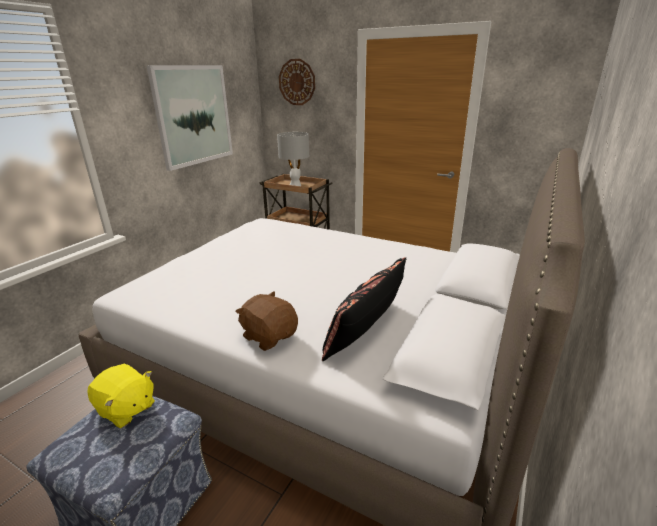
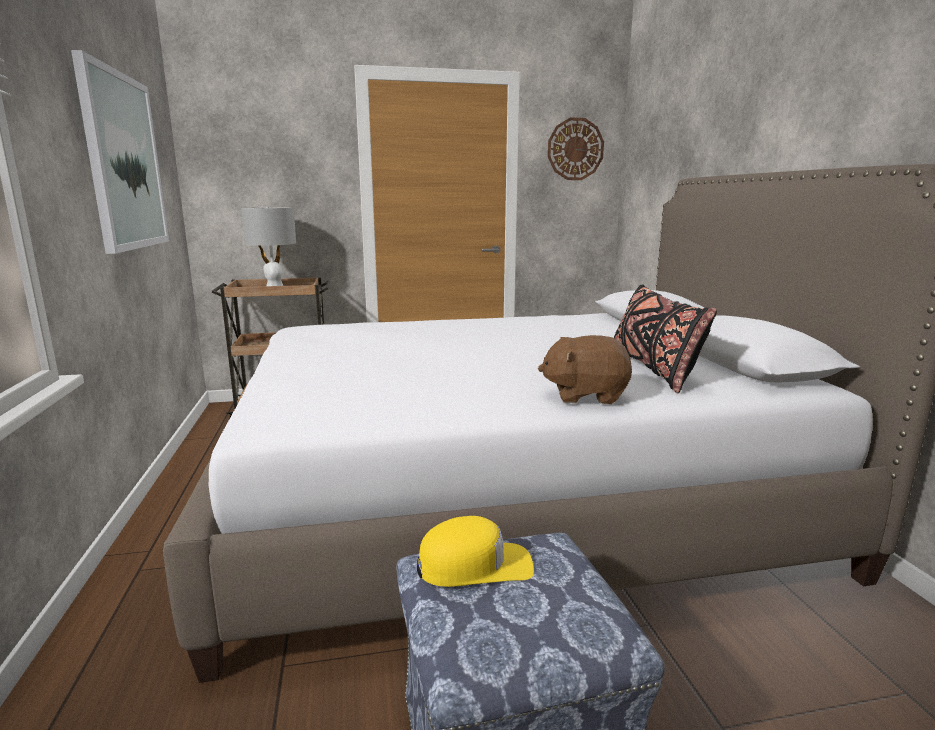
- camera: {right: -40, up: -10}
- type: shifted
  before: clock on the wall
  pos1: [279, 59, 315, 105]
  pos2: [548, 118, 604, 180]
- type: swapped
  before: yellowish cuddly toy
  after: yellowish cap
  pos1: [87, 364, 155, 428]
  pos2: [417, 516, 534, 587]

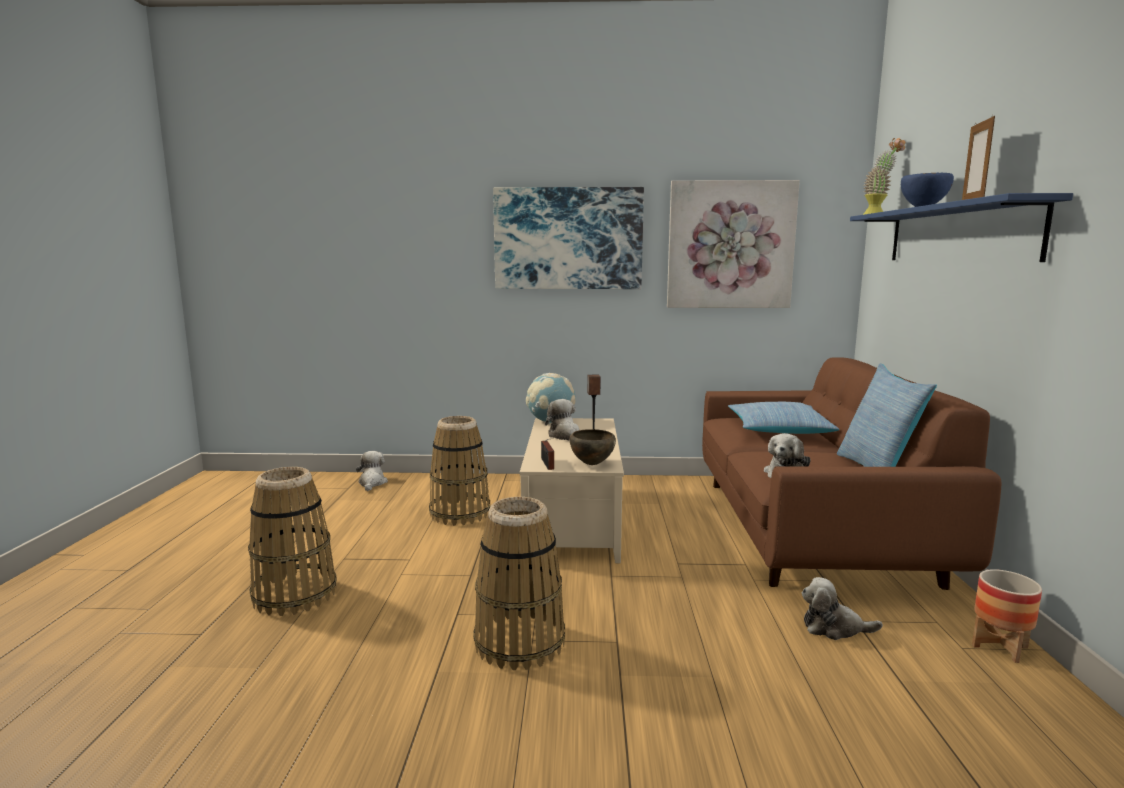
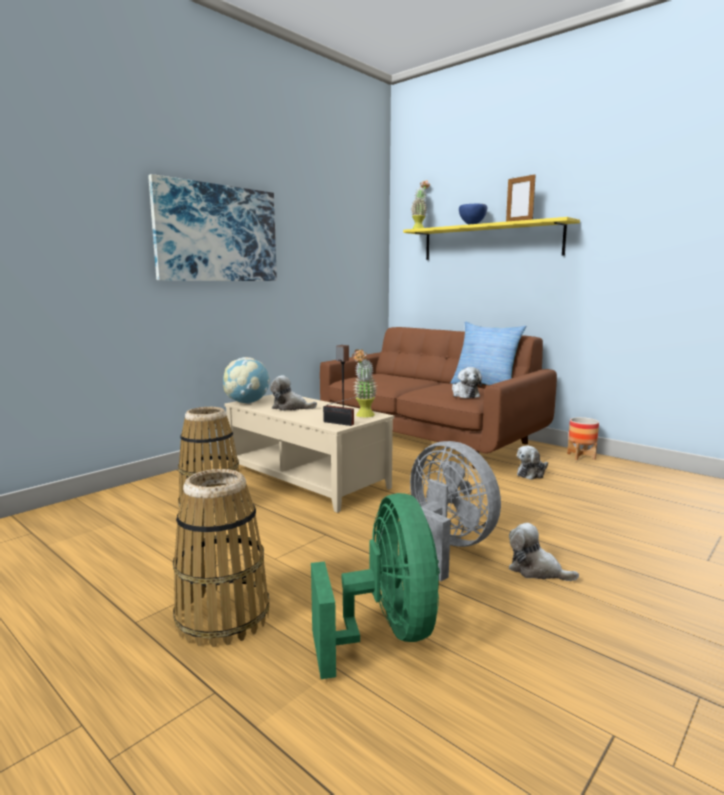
- camera: {right: -50, up: 0}
- type: gone
  before: wall picture
  pos1: [667, 180, 800, 308]
- type: gone
  before: throw pillow
  pos1: [728, 402, 839, 434]
- type: new
  after: green fan
  pos2: [311, 493, 440, 679]
- type: shifted
  before: cuddly toy
  pos1: [356, 451, 388, 491]
  pos2: [509, 523, 579, 581]
- type: swapped
  before: basket
  after: gray fan
  pos1: [473, 497, 565, 670]
  pos2: [410, 441, 501, 581]
- type: swapped
  before: brownish serving bowl
  after: plant in a pot
  pos1: [570, 429, 616, 465]
  pos2: [352, 349, 377, 417]
- type: repainted
  before: bluish wall shelf
  after: yellowish wall shelf
  pos1: [850, 193, 1073, 262]
  pos2: [403, 217, 580, 260]

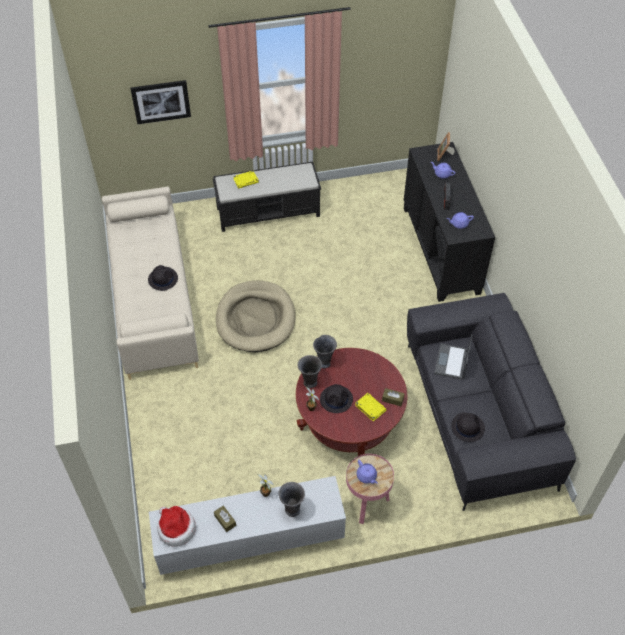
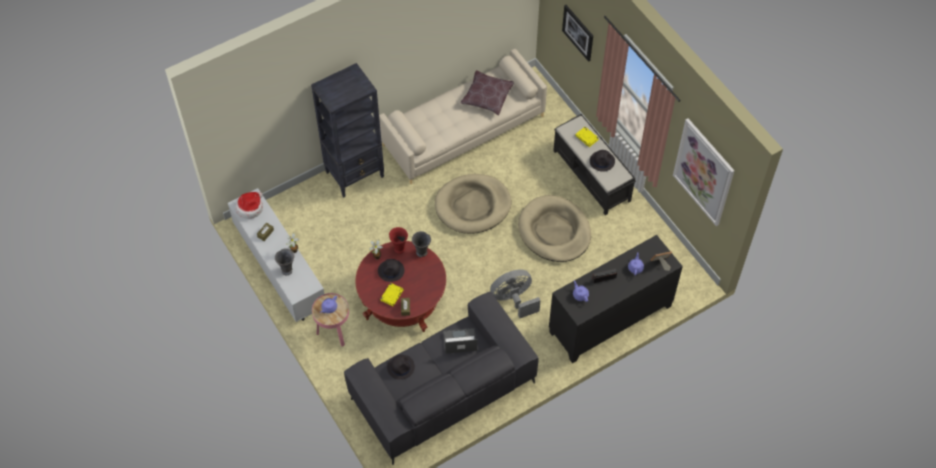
- camera: {right: 70, up: 5}
- type: new
  after: blackish shelving unit
  pos2: [311, 63, 384, 198]
- type: new
  after: brownish throw pillow
  pos2: [461, 70, 514, 115]
- type: new
  after: gray fan
  pos2: [490, 269, 541, 318]
- type: new
  after: beige-coloured dog bed
  pos2: [518, 195, 591, 262]
- type: new
  after: wall picture
  pos2: [673, 118, 734, 226]
- type: shifted
  before: blackish wearable hat
  pos1: [148, 265, 178, 291]
  pos2: [590, 150, 615, 172]
- type: repainted
  before: gray vase
  after: red vase
  pos1: [298, 355, 322, 388]
  pos2: [389, 227, 408, 254]

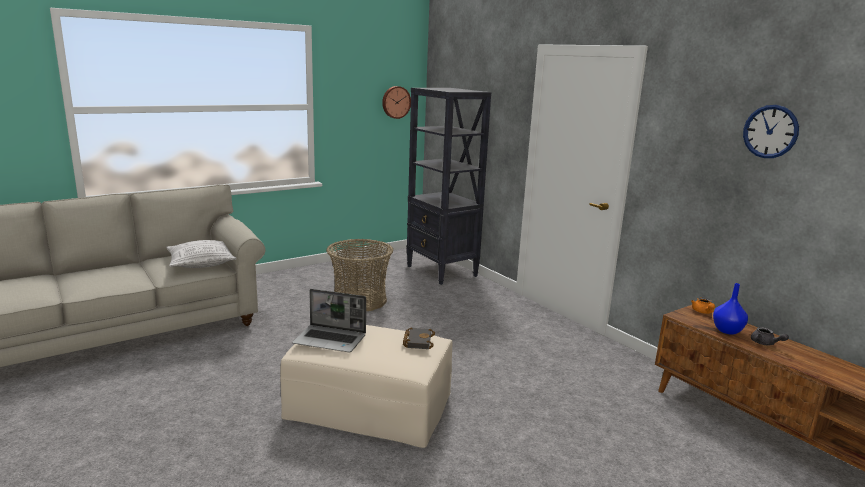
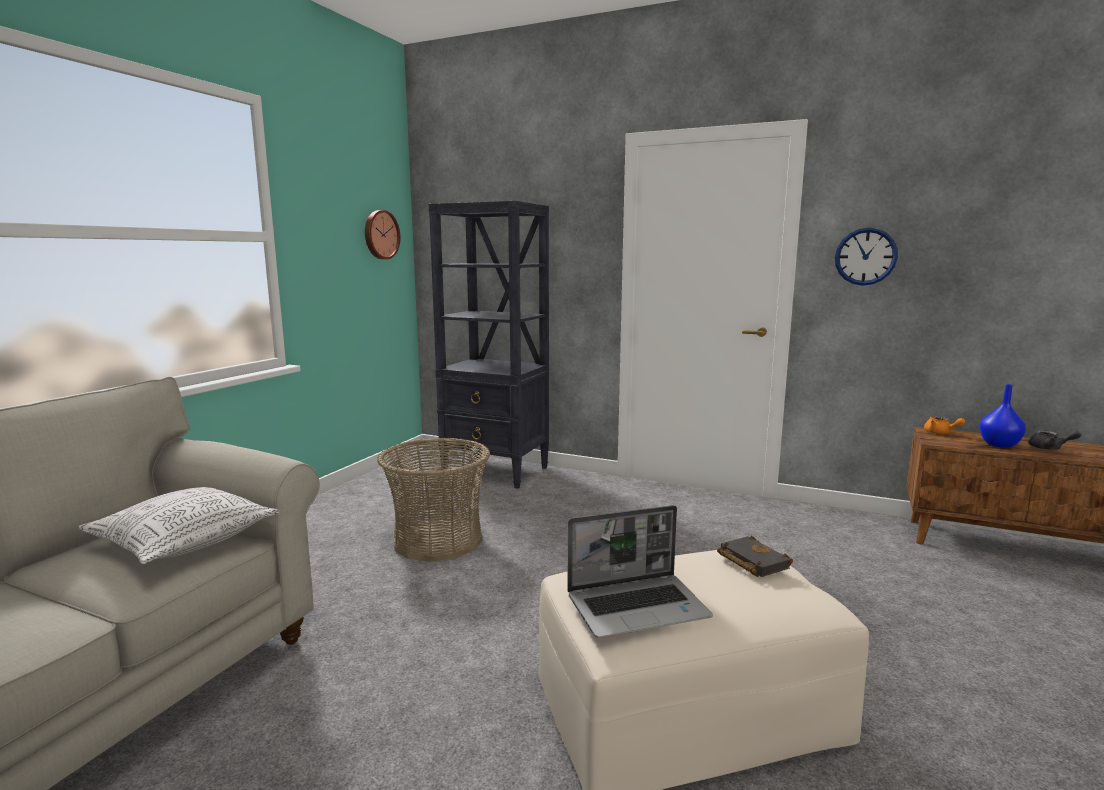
- camera: {right: -30, up: -5}
- type: shifted
  before: clock on the wall
  pos1: [743, 105, 799, 158]
  pos2: [835, 228, 898, 286]

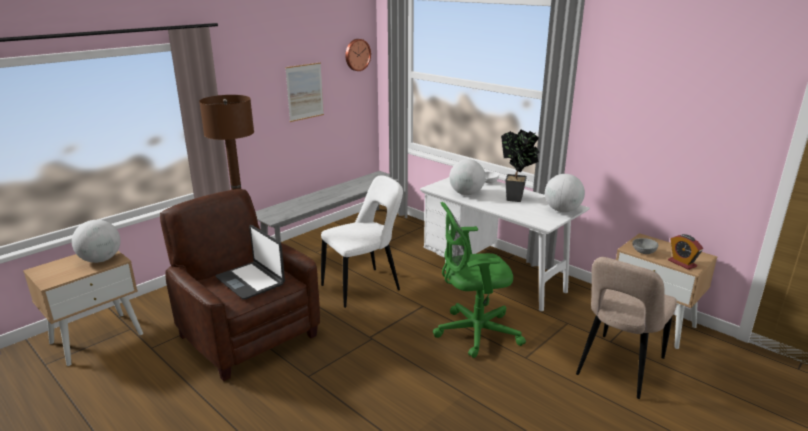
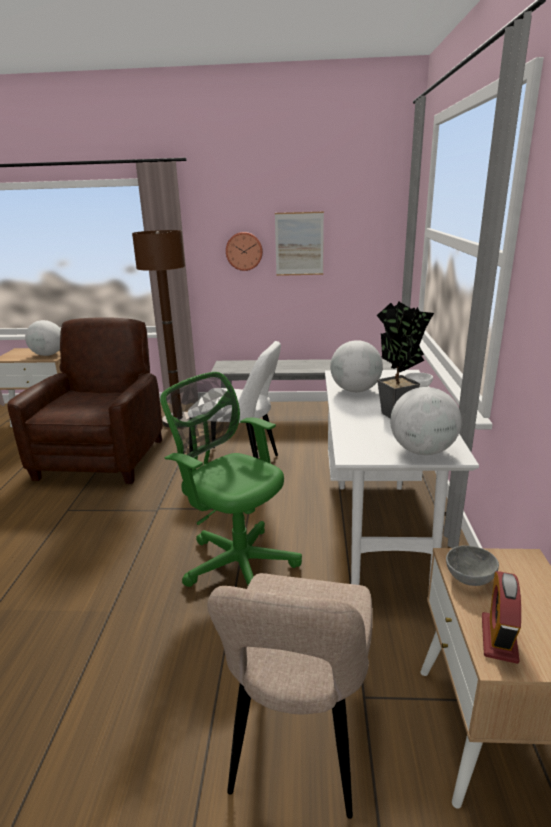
- camera: {right: 50, up: 0}
- type: gone
  before: portable computer
  pos1: [216, 225, 285, 300]
- type: shifted
  before: clock on the wall
  pos1: [345, 39, 371, 71]
  pos2: [226, 232, 263, 271]
- type: rotated
  before: beige-coloured upright chair
  pos1: [576, 257, 677, 399]
  pos2: [207, 573, 373, 819]
  turn: -75

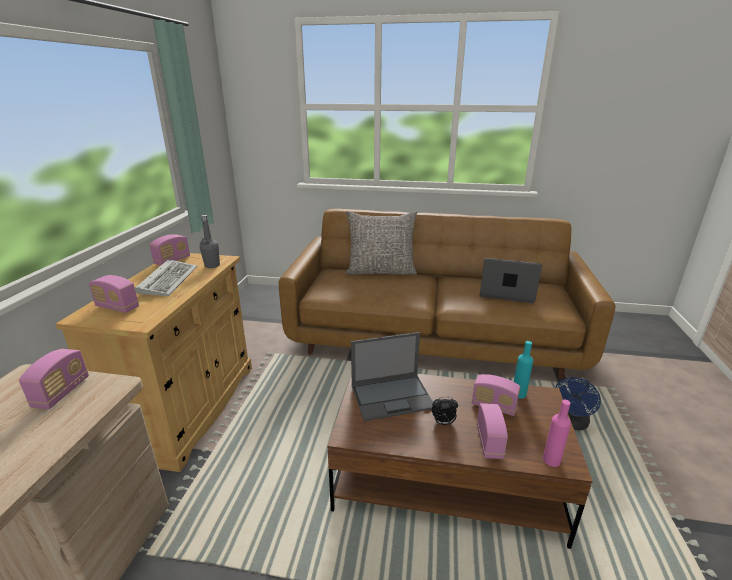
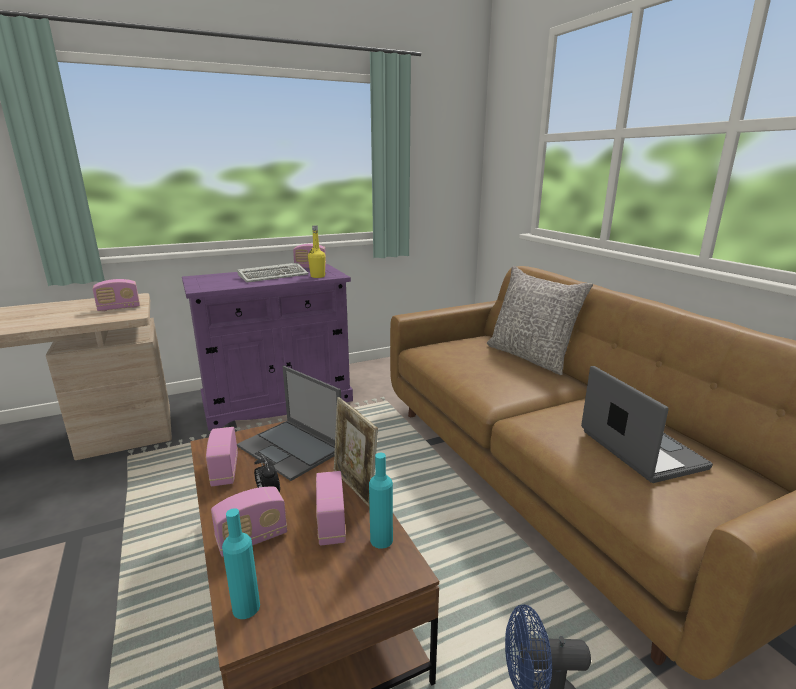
- camera: {right: 55, up: -5}
- type: new
  after: photo frame
  pos2: [333, 397, 378, 507]
- type: shifted
  before: radio set
  pos1: [89, 275, 139, 313]
  pos2: [206, 427, 238, 486]
- type: repainted
  before: beige-coloured cabinet
  after: purple-coloured cabinet
  pos1: [55, 253, 252, 472]
  pos2: [182, 264, 353, 431]
- type: repainted
  before: gray bottle
  after: yellowish bottle
  pos1: [200, 215, 220, 268]
  pos2: [308, 226, 326, 278]
- type: repainted
  before: pinkish bottle
  after: blue-green bottle
  pos1: [543, 400, 571, 467]
  pos2: [222, 508, 260, 619]

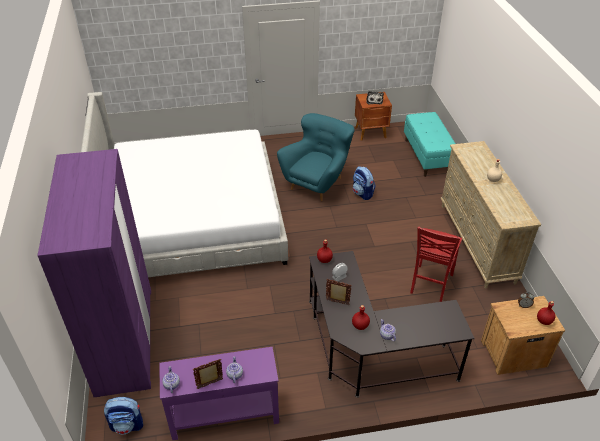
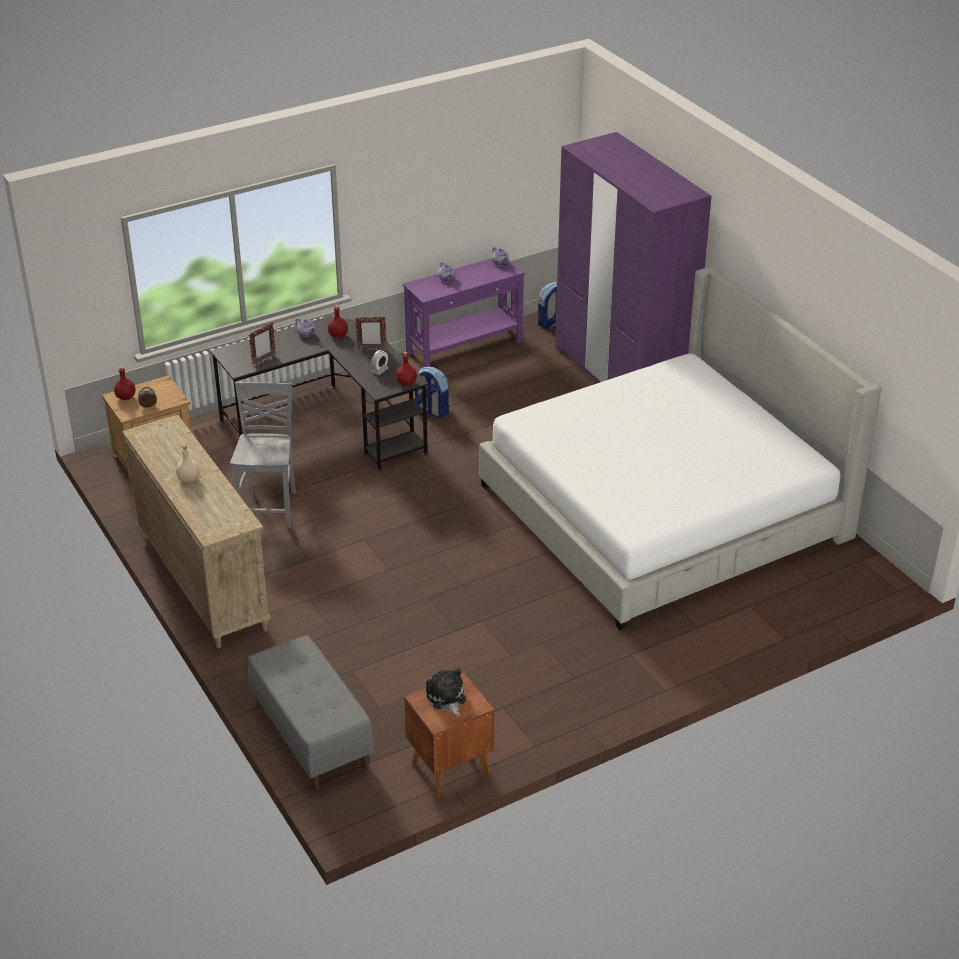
- camera: {right: 160, up: -5}
- type: gone
  before: blue-green armchair
  pos1: [277, 113, 355, 201]
- type: shifted
  before: photo frame
  pos1: [193, 359, 223, 389]
  pos2: [249, 323, 276, 365]
- type: shifted
  before: knapsack
  pos1: [353, 166, 375, 200]
  pos2: [414, 366, 449, 418]
- type: repainted
  before: blue-green indoor bench
  after: gray indoor bench
  pos1: [404, 112, 456, 177]
  pos2: [248, 635, 374, 790]
- type: repainted
  before: red upright chair
  after: gray upright chair
  pos1: [410, 226, 462, 302]
  pos2: [230, 381, 296, 528]

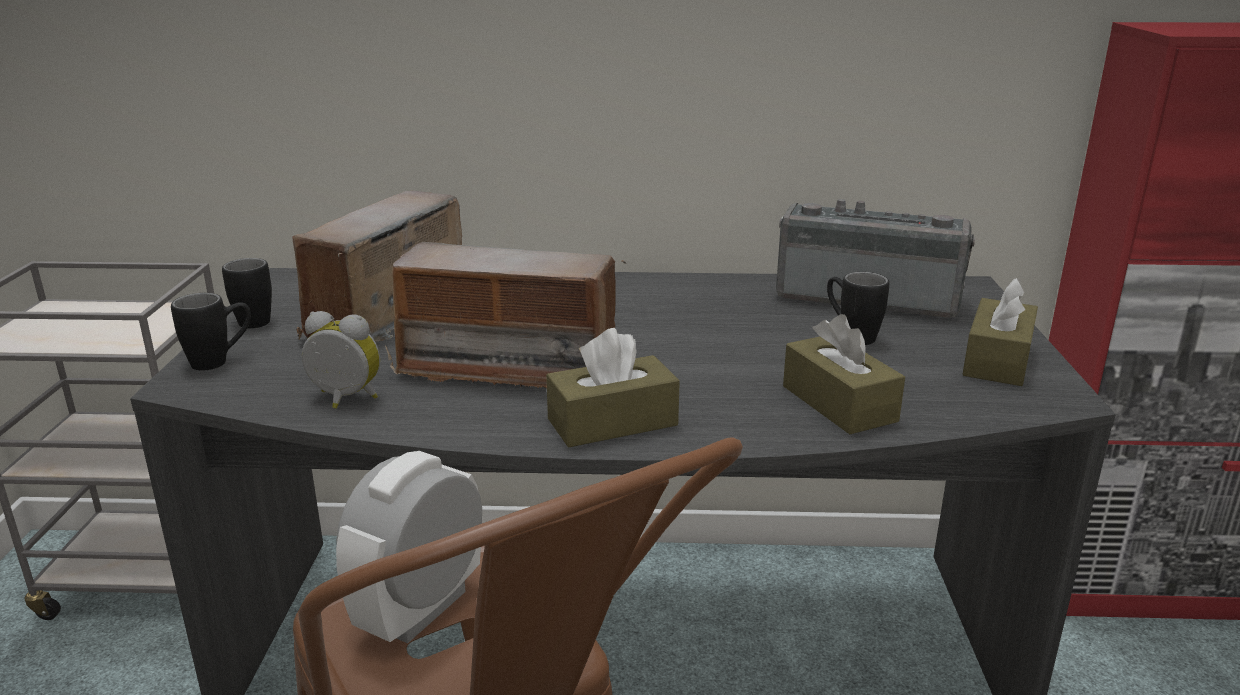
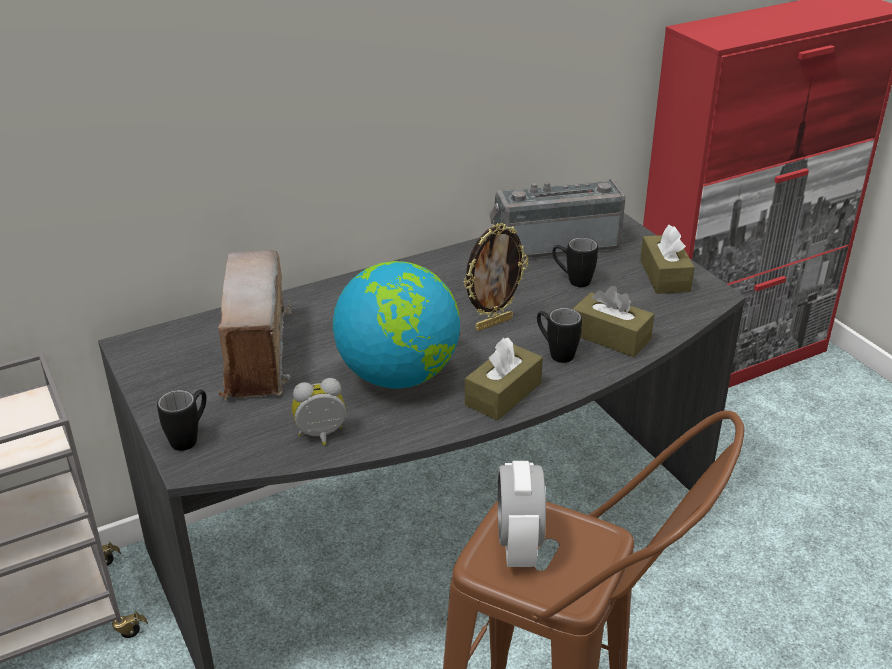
- camera: {right: -30, up: 10}
- type: new
  after: photo frame
  pos2: [464, 223, 529, 331]
- type: shifted
  before: blackish tea mug
  pos1: [222, 258, 272, 328]
  pos2: [537, 308, 582, 363]
- type: swapped
  before: radio set
  after: world globe
  pos1: [385, 242, 626, 388]
  pos2: [333, 261, 460, 389]

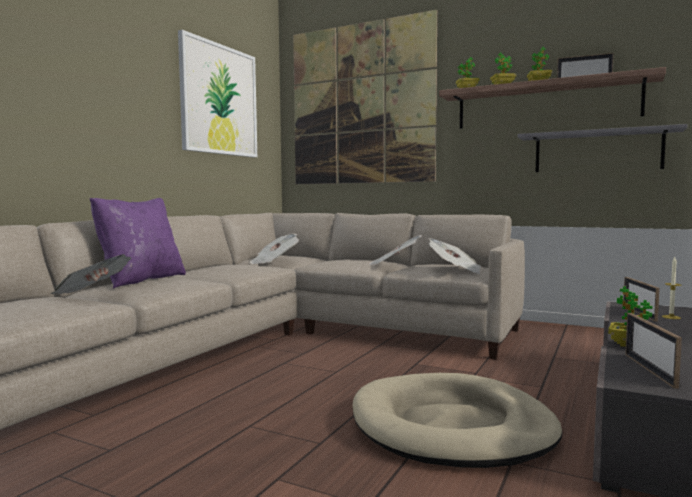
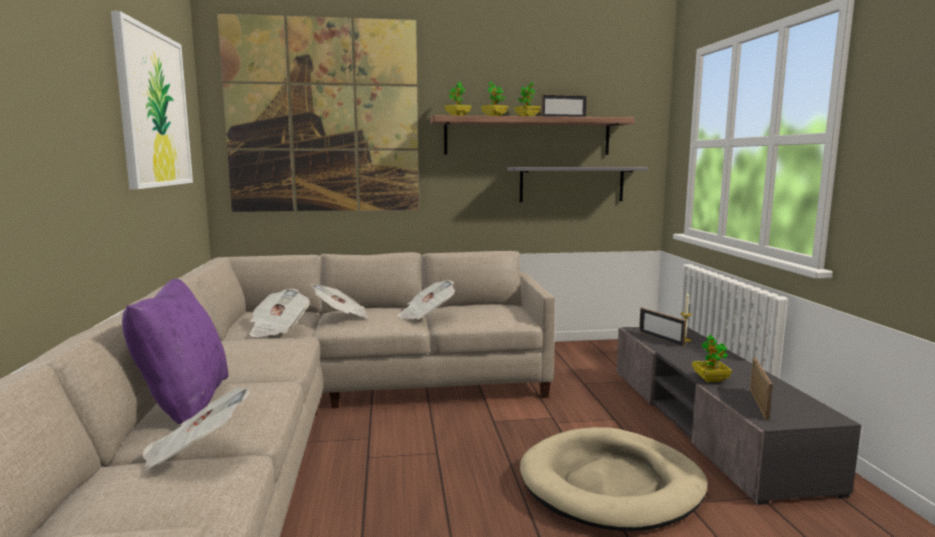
- camera: {right: -35, up: 5}
- type: shifted
  before: printed paper
  pos1: [429, 238, 482, 274]
  pos2: [311, 284, 368, 318]
- type: rotated
  before: photo frame
  pos1: [625, 313, 682, 389]
  pos2: [750, 358, 773, 421]
  turn: -135

